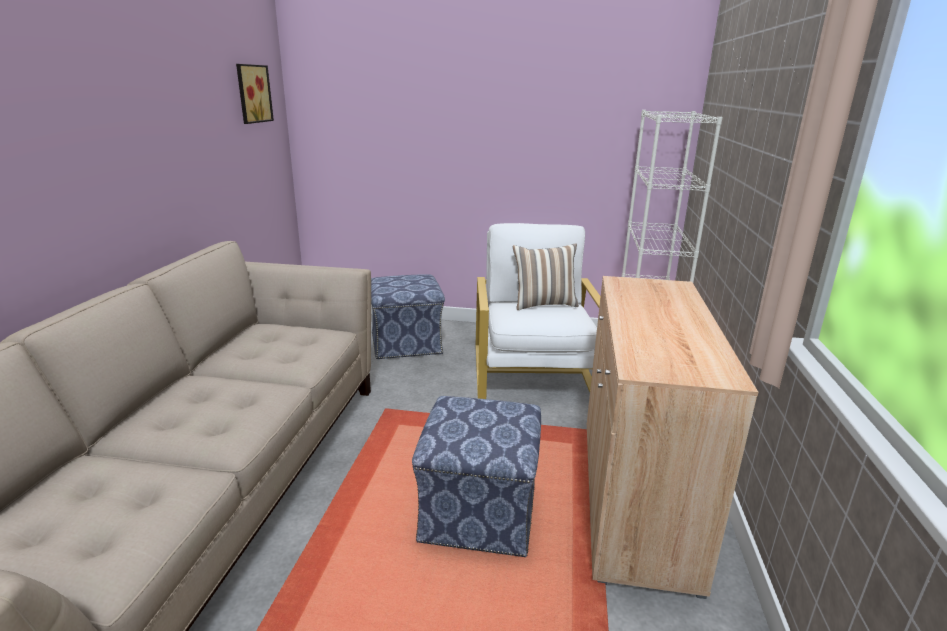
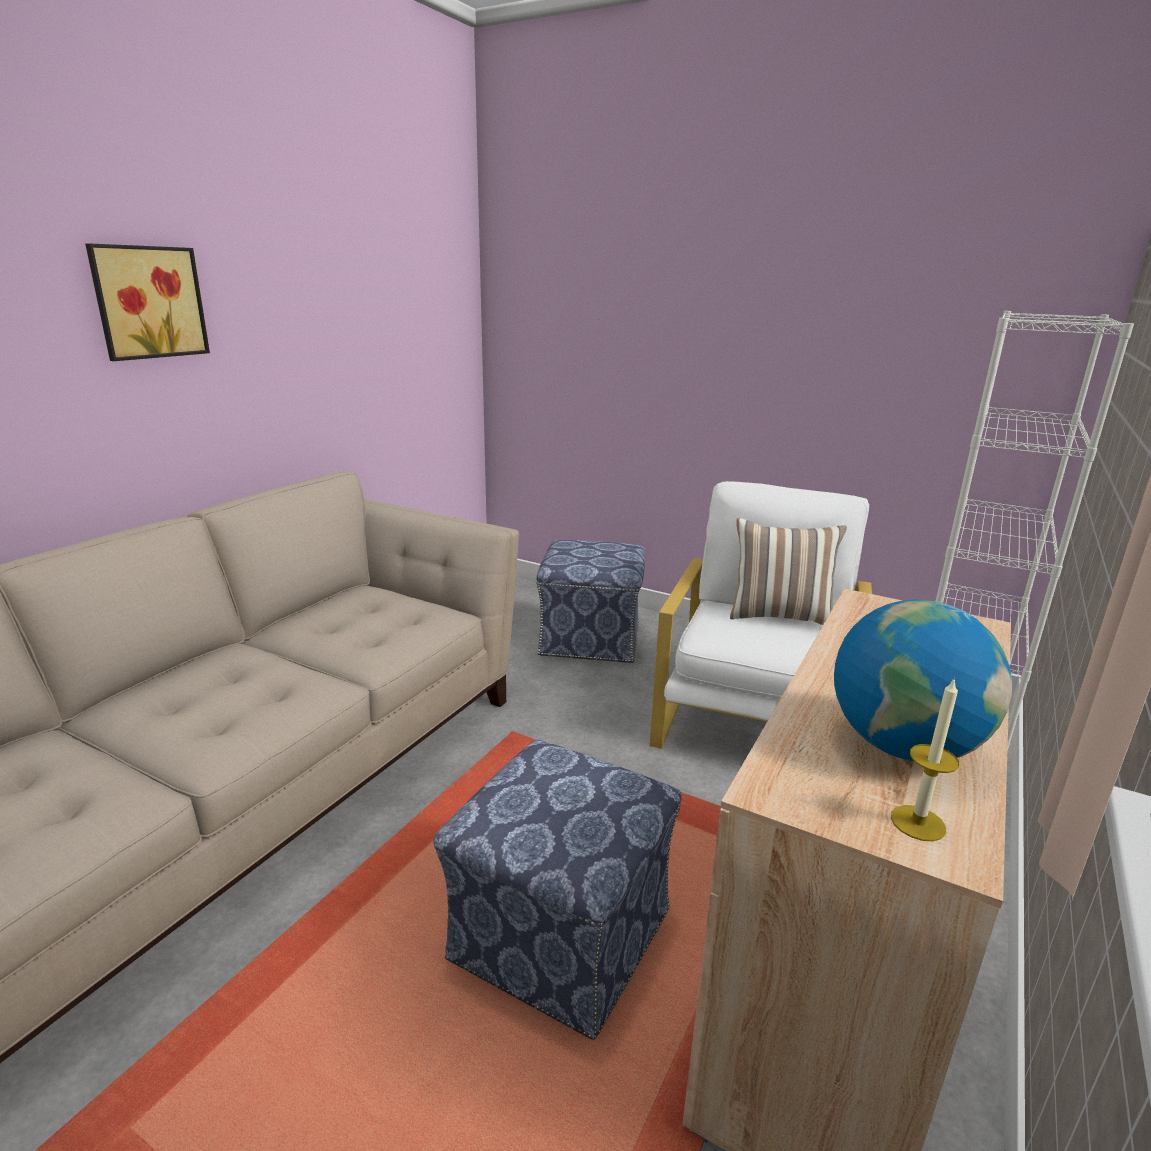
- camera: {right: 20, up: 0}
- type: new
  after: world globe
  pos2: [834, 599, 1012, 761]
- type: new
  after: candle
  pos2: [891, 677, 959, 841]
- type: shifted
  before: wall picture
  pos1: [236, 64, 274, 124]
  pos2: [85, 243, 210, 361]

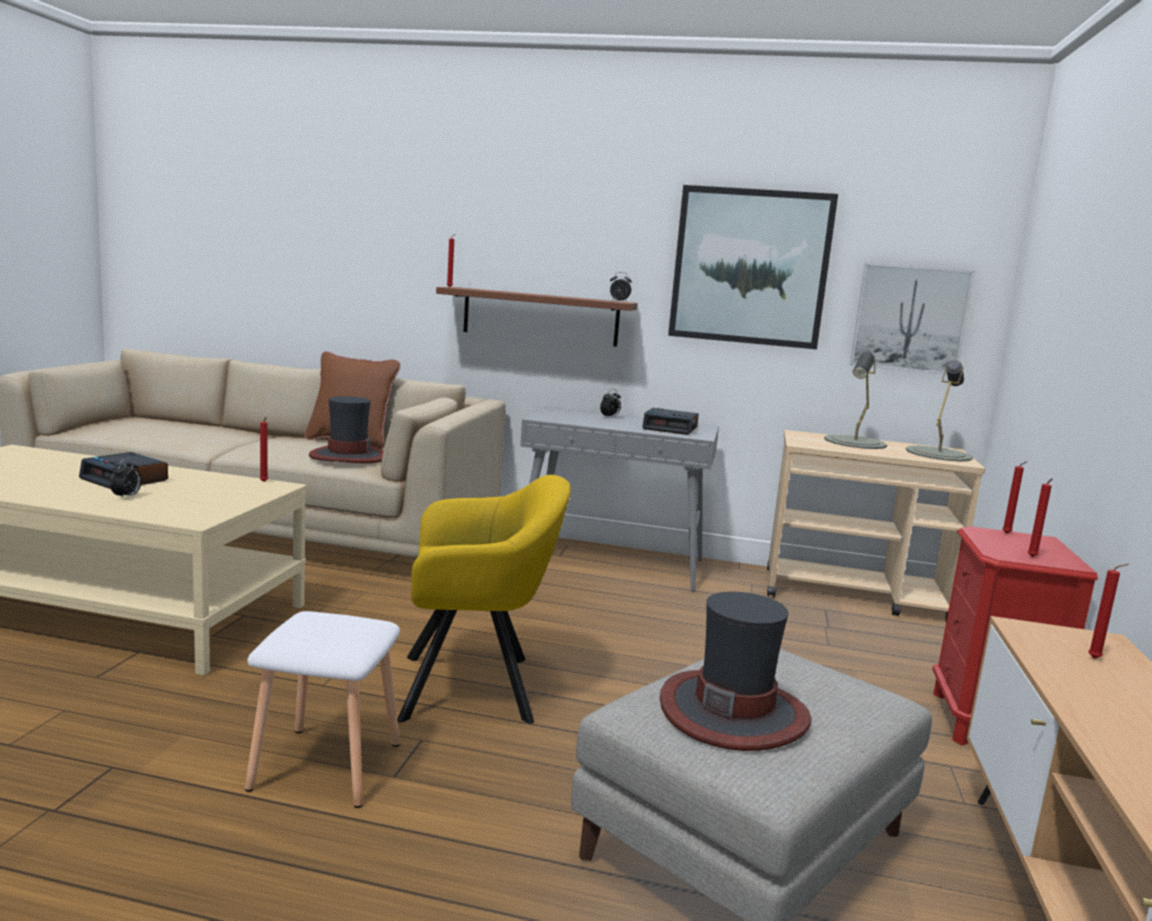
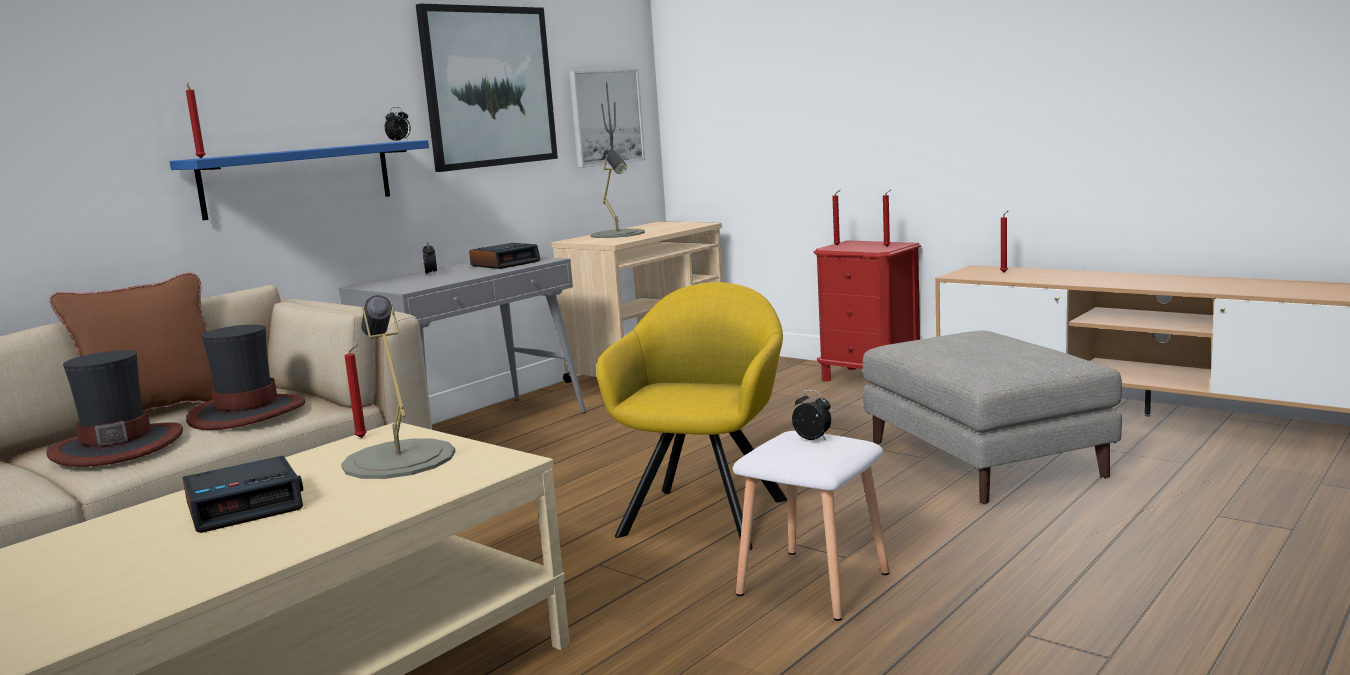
- camera: {right: -60, up: 0}
- type: shifted
  before: alarm clock
  pos1: [110, 458, 142, 500]
  pos2: [792, 390, 831, 441]
- type: shifted
  before: wearable hat
  pos1: [660, 592, 811, 751]
  pos2: [46, 350, 183, 467]
- type: shifted
  before: gray tabletop lamp
  pos1: [906, 361, 973, 462]
  pos2: [341, 295, 456, 479]
- type: repainted
  before: brownish wall shelf
  after: bluish wall shelf
  pos1: [436, 287, 638, 347]
  pos2: [170, 140, 429, 220]

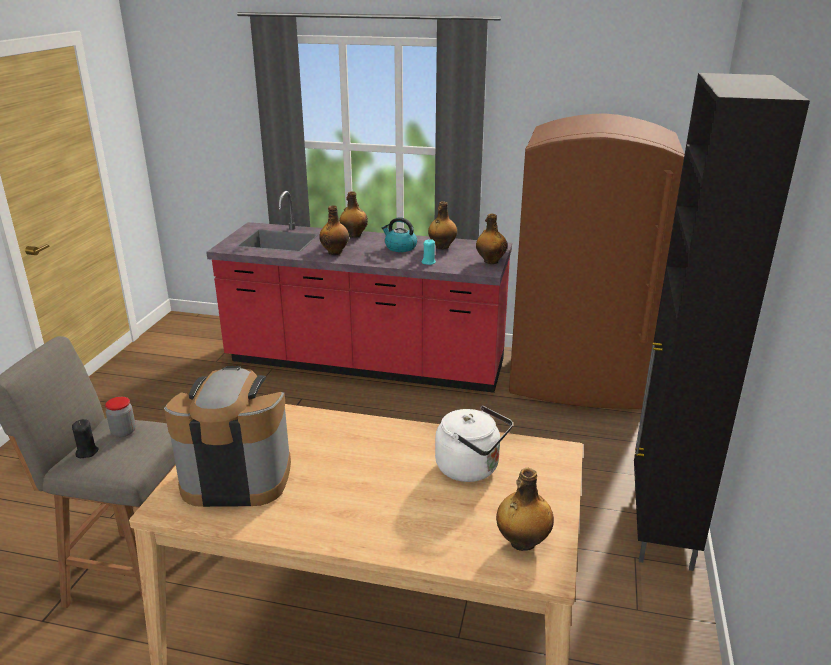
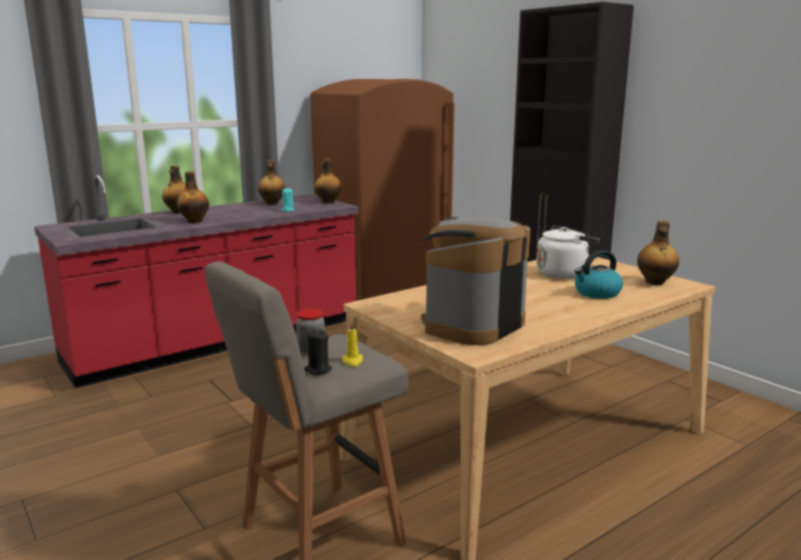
- camera: {right: -50, up: -10}
- type: new
  after: yellowish candle
  pos2: [342, 322, 363, 366]
- type: shifted
  before: tea kettle
  pos1: [382, 217, 417, 252]
  pos2: [575, 250, 623, 299]

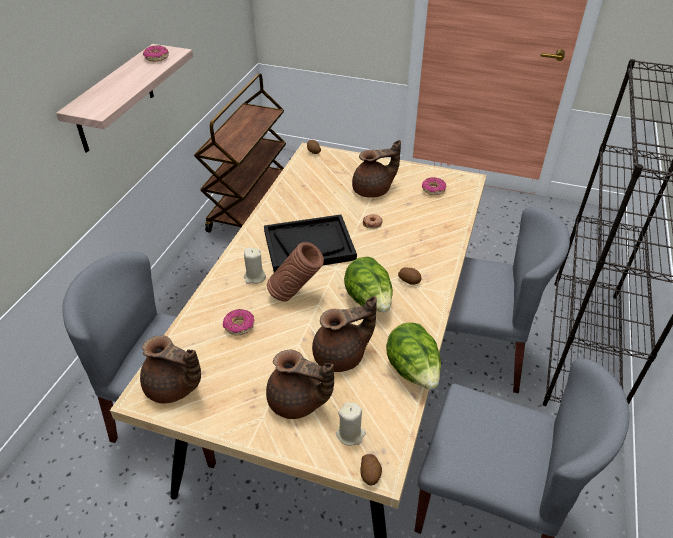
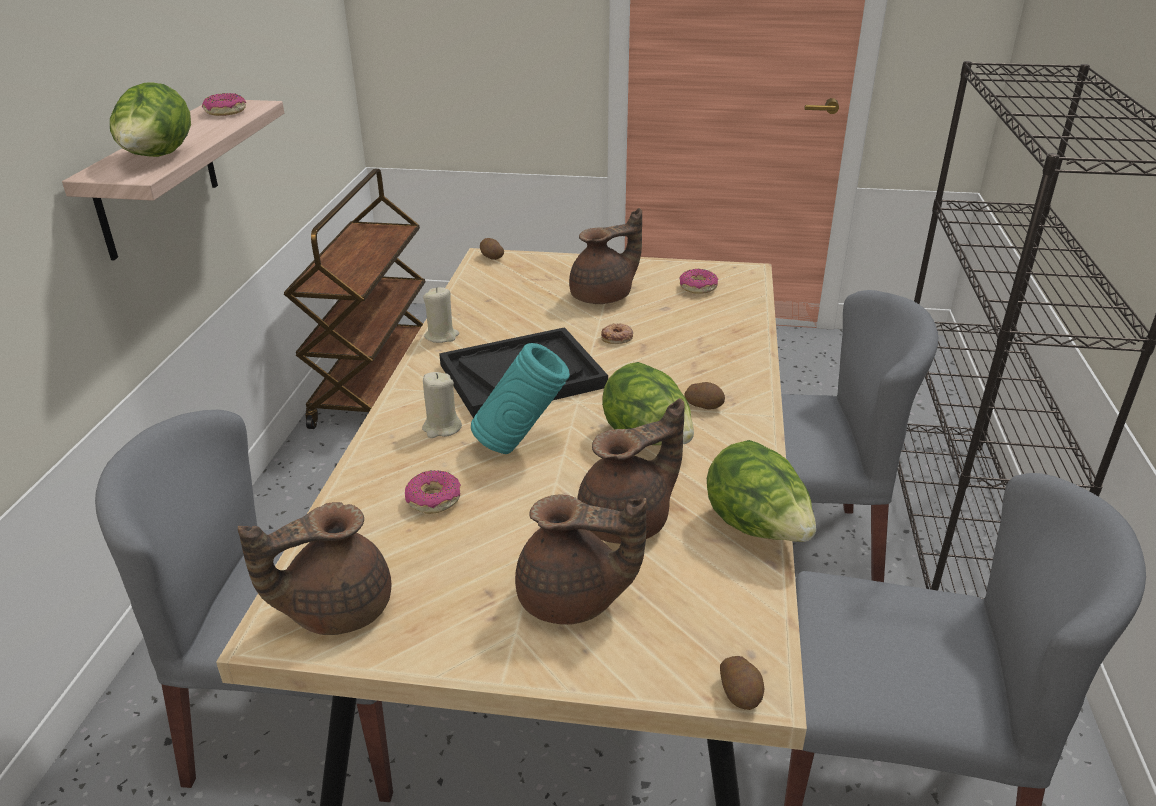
- camera: {right: -10, up: -10}
- type: new
  after: head of lettuce
  pos2: [110, 82, 191, 157]
- type: shifted
  before: beige-coloured candle
  pos1: [336, 403, 366, 446]
  pos2: [423, 287, 459, 343]
- type: repainted
  before: brownish vase
  after: blue-green vase
  pos1: [267, 242, 324, 301]
  pos2: [471, 343, 570, 454]
- type: rotated
  before: brownish pot for tea
  pos1: [140, 335, 201, 403]
  pos2: [238, 502, 391, 635]
  turn: 135

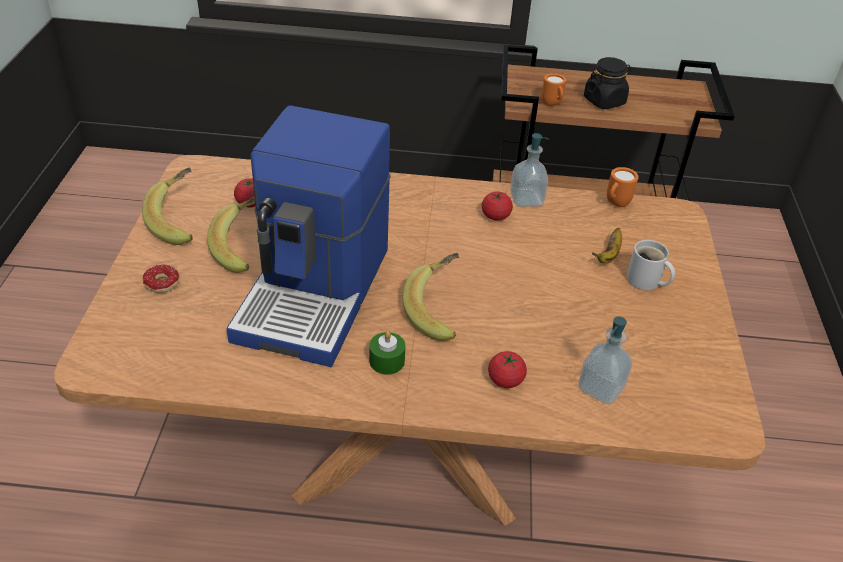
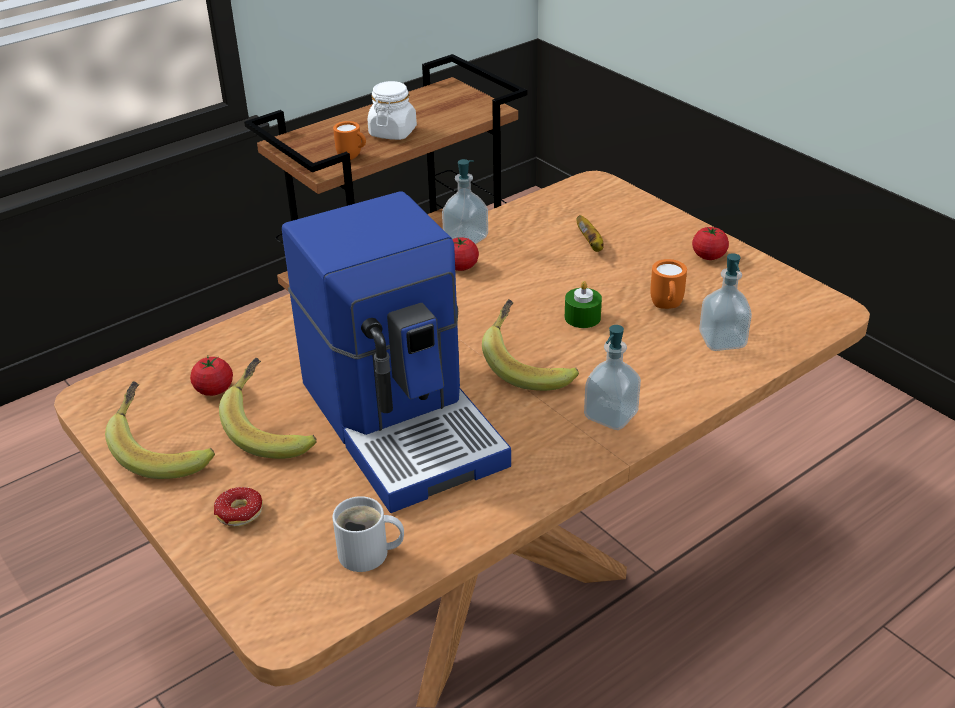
- camera: {right: -40, up: -5}
- type: new
  after: soap bottle
  pos2: [584, 325, 641, 430]
- type: shifted
  before: green candle
  pos1: [369, 331, 406, 375]
  pos2: [565, 281, 602, 328]
- type: shifted
  before: fresh tomato
  pos1: [488, 351, 527, 388]
  pos2: [692, 227, 729, 260]
- type: shifted
  before: orange-coloured tea mug
  pos1: [607, 167, 639, 207]
  pos2: [650, 259, 687, 309]
- type: shifted
  before: whitish tea mug
  pos1: [626, 240, 675, 290]
  pos2: [333, 496, 404, 572]
- type: repainted
  before: blackish jar
  after: whitish jar
  pos1: [584, 57, 631, 109]
  pos2: [368, 81, 417, 140]

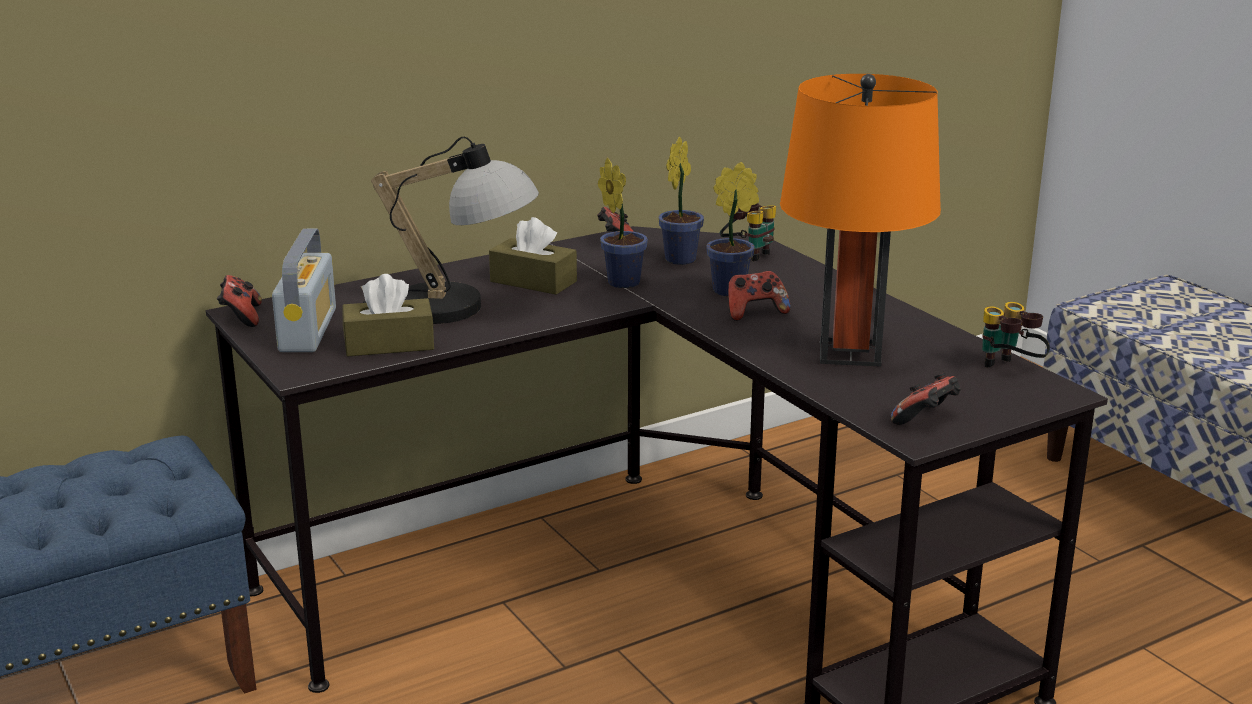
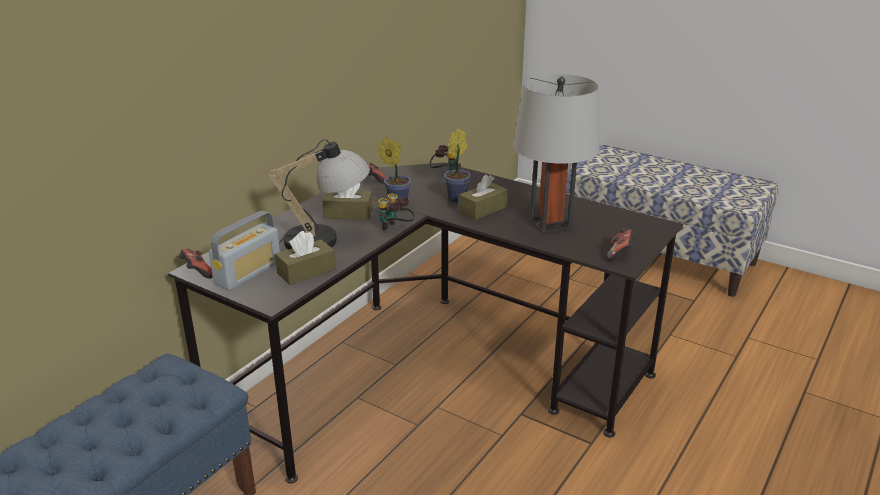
- camera: {right: -25, up: 5}
- type: gone
  before: plant in a pot
  pos1: [658, 137, 704, 265]
- type: shifted
  before: binoculars
  pos1: [982, 302, 1050, 367]
  pos2: [378, 194, 414, 230]
- type: swapped
  before: joypad
  after: brownish box of tissues
  pos1: [728, 271, 791, 321]
  pos2: [459, 175, 508, 220]
- type: repainted
  before: orange-coloured tabletop lamp
  after: gray tabletop lamp
  pos1: [780, 74, 941, 367]
  pos2: [513, 74, 600, 233]
- type: rotated
  before: radio set
  pos1: [272, 229, 336, 352]
  pos2: [209, 211, 280, 291]
  turn: 60

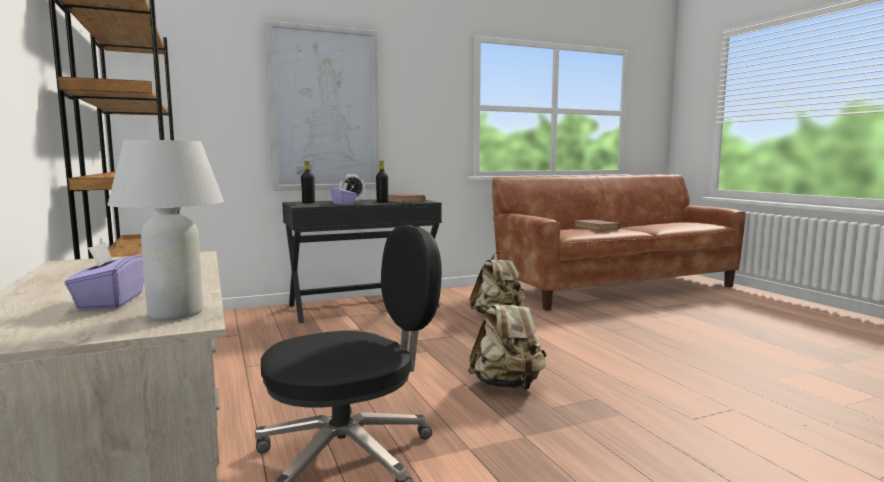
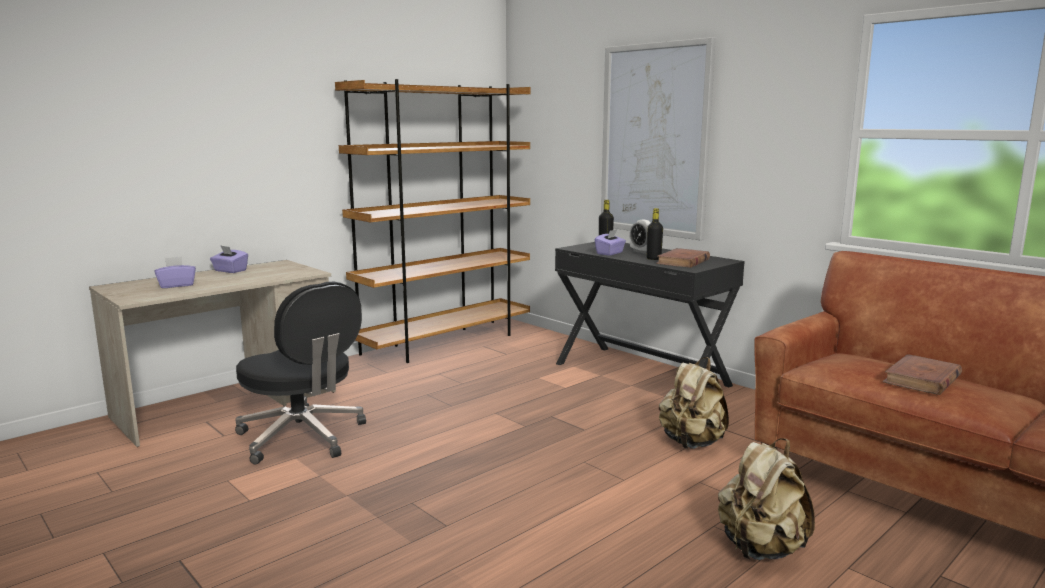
- camera: {right: 70, up: 5}
- type: gone
  before: whitish tabletop lamp
  pos1: [107, 140, 224, 320]
- type: new
  after: purple-coloured box of tissues
  pos2: [210, 245, 248, 273]
- type: shifted
  before: beige-coloured knapsack
  pos1: [468, 293, 547, 390]
  pos2: [718, 438, 815, 560]

